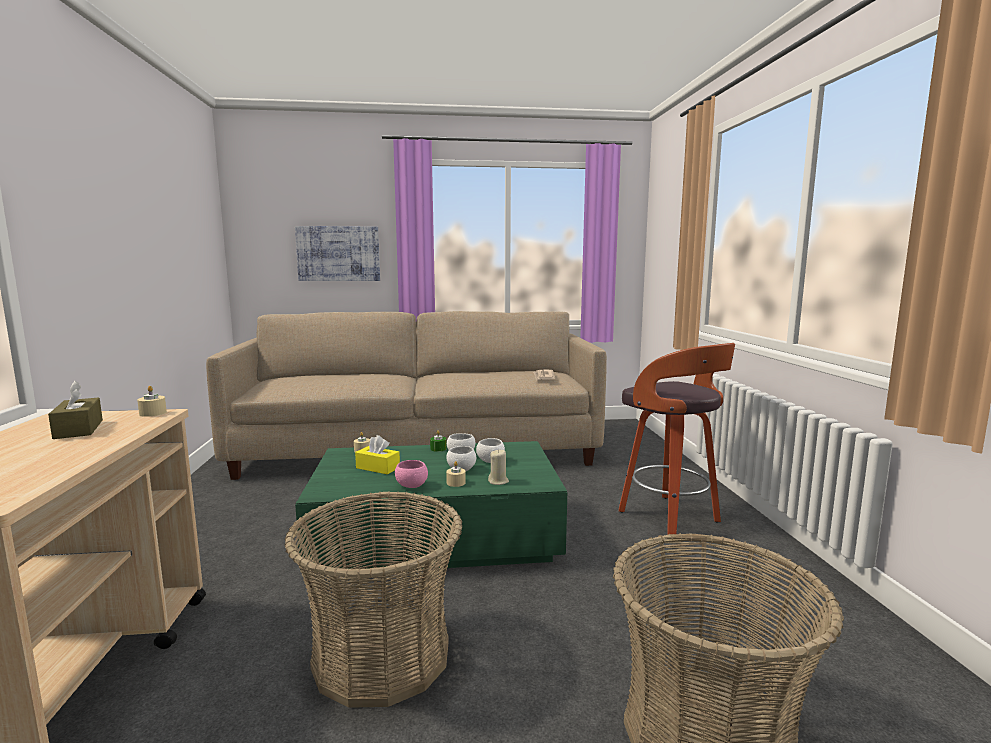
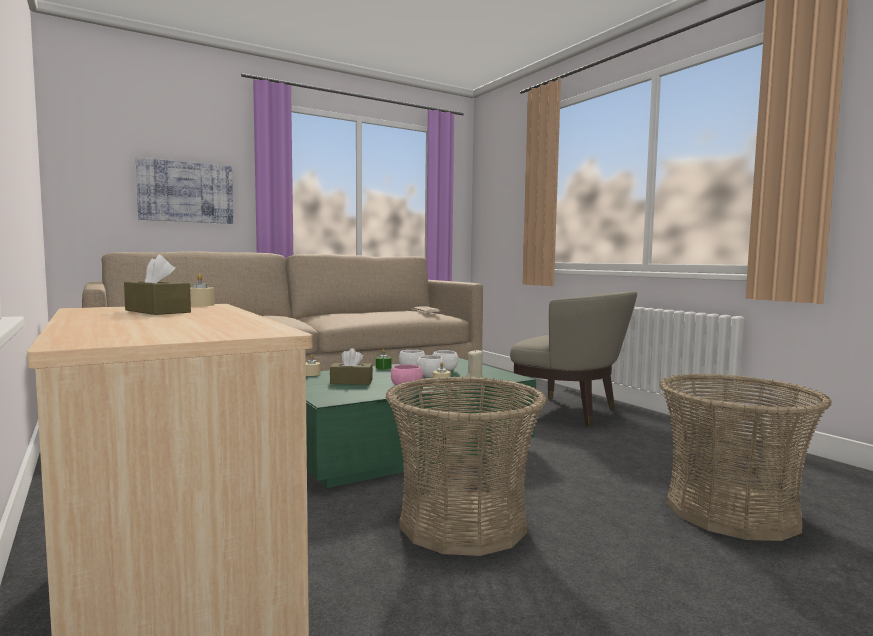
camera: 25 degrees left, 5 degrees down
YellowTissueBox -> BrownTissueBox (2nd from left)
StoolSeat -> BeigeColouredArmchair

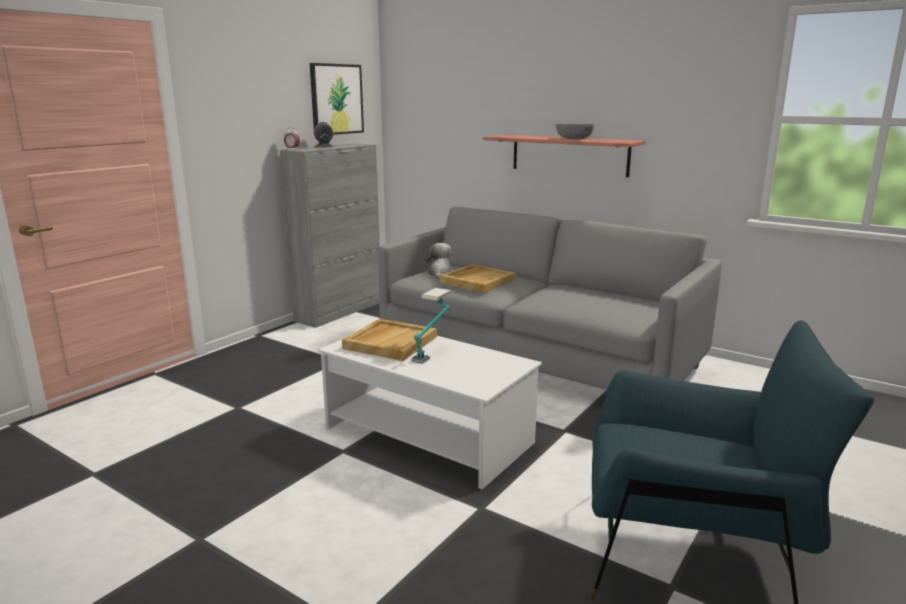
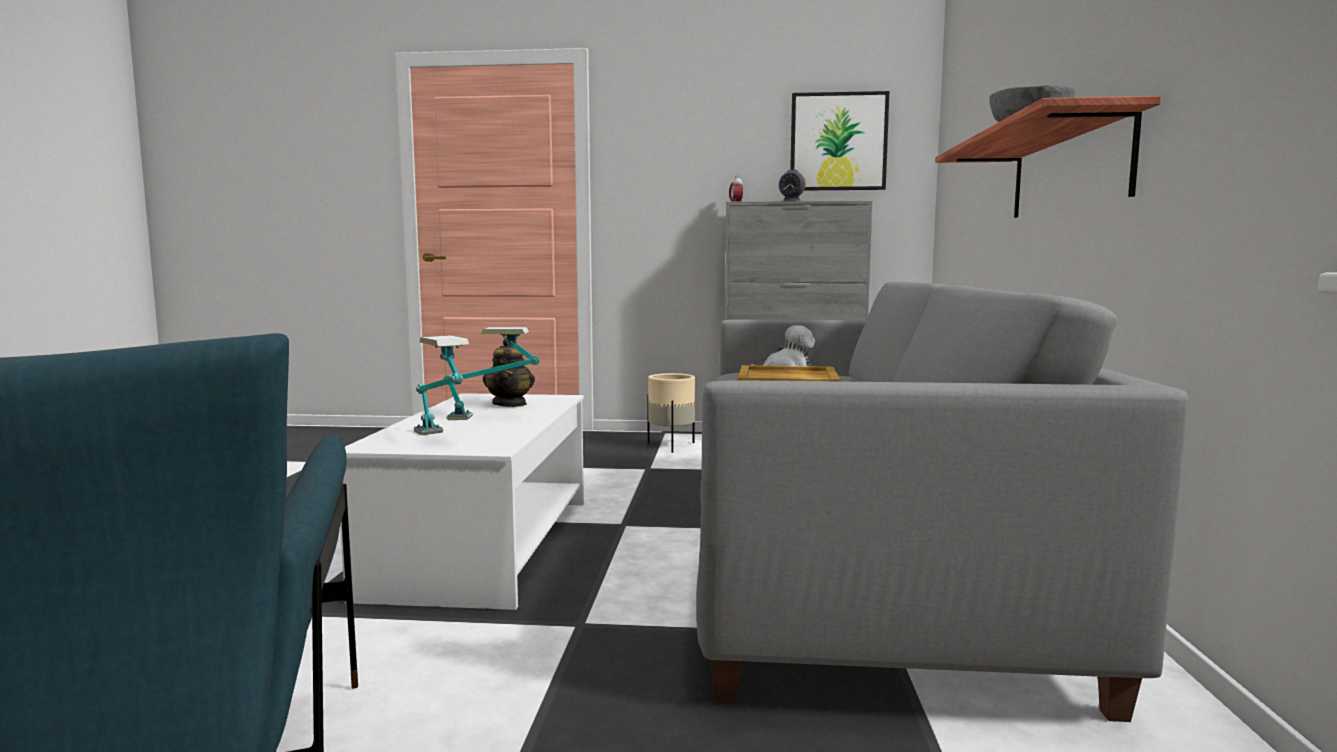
camera: 60 degrees right, 10 degrees down
none -> TableLamp (1st from left)
BeigeColouredTray (1st from left) -> Teapot
none -> BeigeColouredPlanter

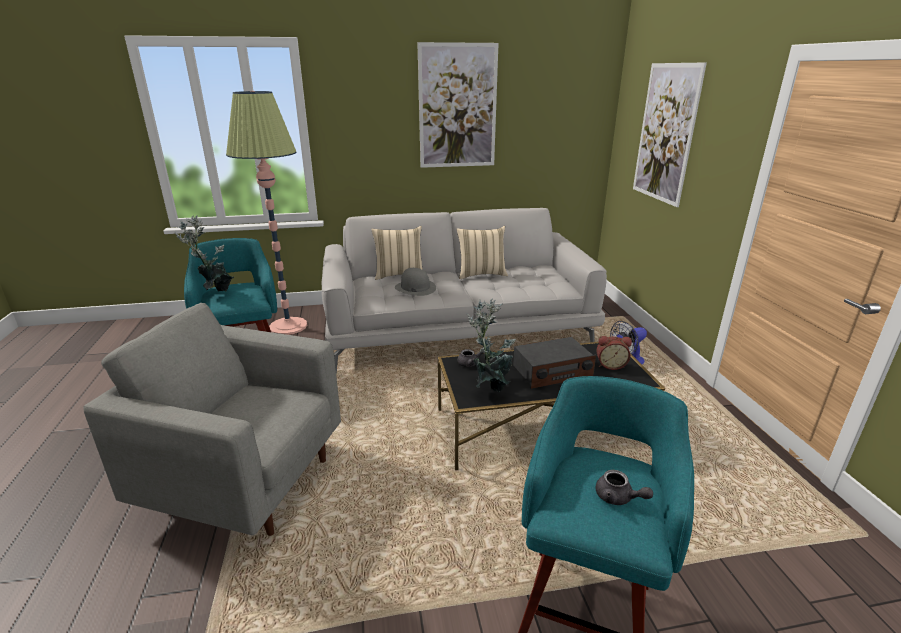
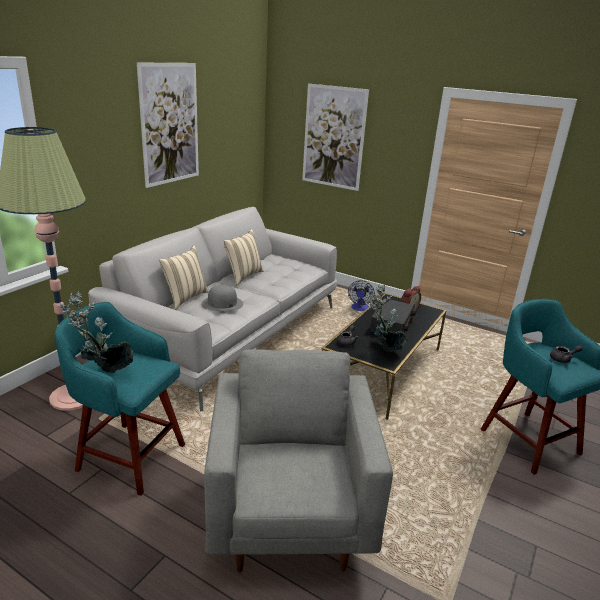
camera: 50 degrees left, 0 degrees up
GreyArmchair, 120 degrees clockwise

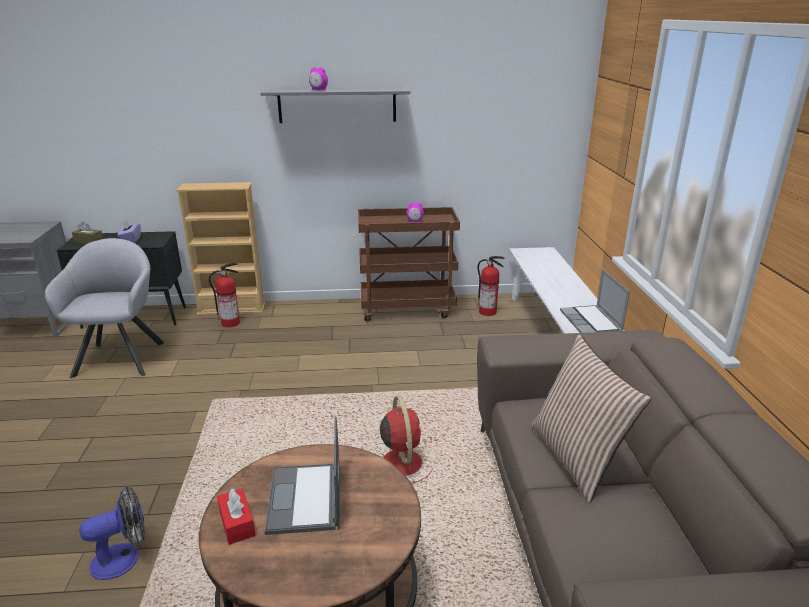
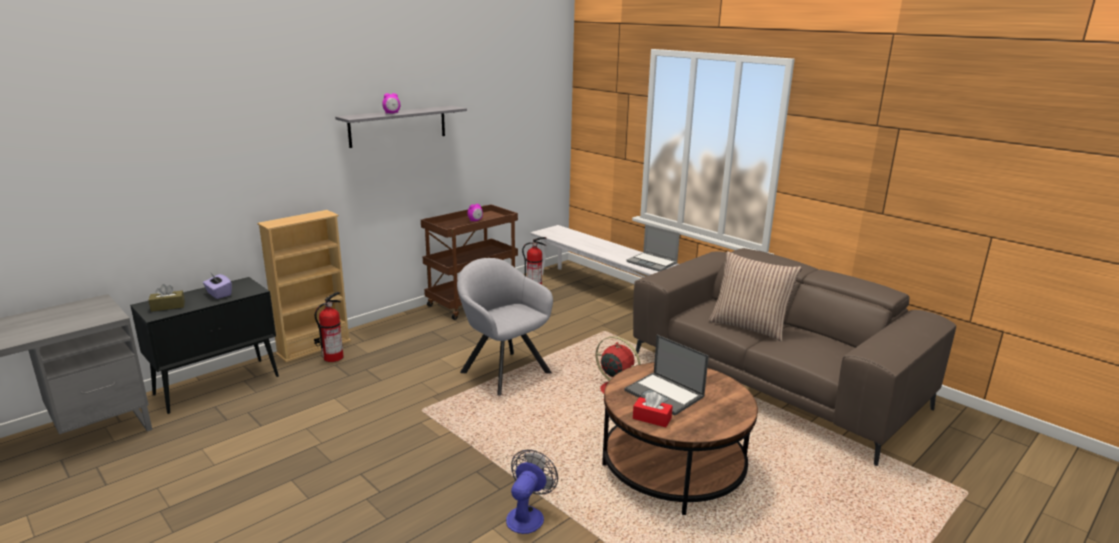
camera: 40 degrees left, 5 degrees down
GreyArmchair, move

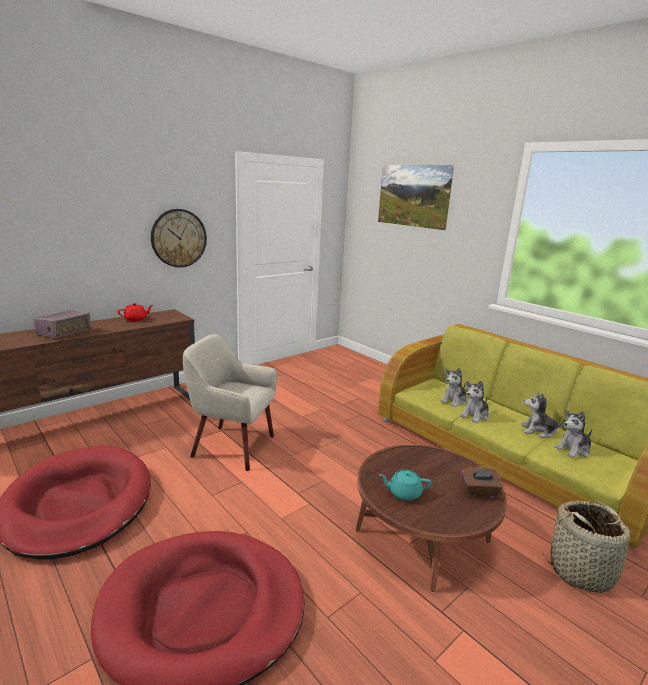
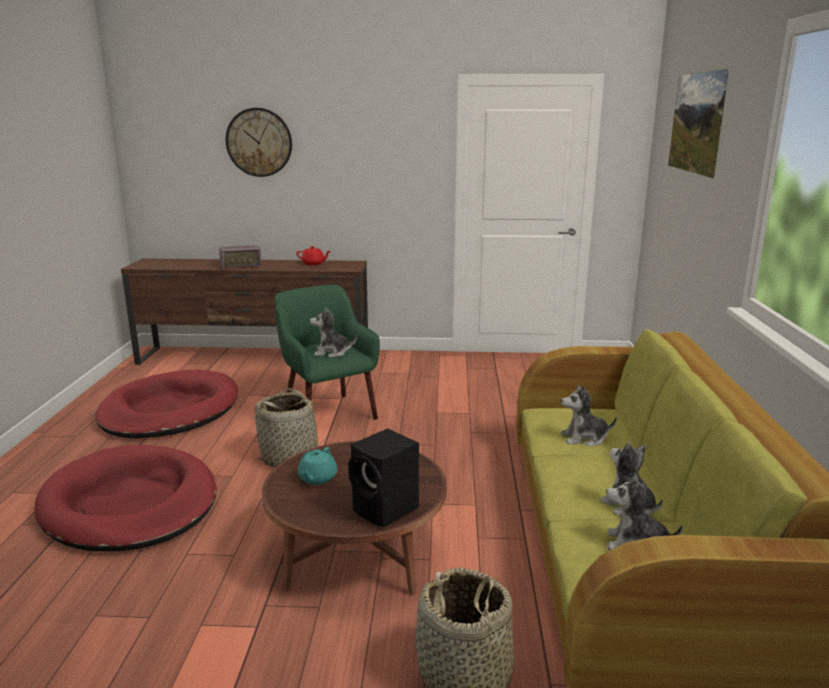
camera: 45 degrees right, 0 degrees up
WallClock, move
none -> StorageBasket (1st from left)
BeigeColouredArmchair -> GreenArmchair
TurquoiseColouredTeapot, 120 degrees counterclockwise
PlushToy (2nd from left in the first image) -> PlushToy (1st from left), move
BrownTissueBox -> BlackColouredLoudspeaker

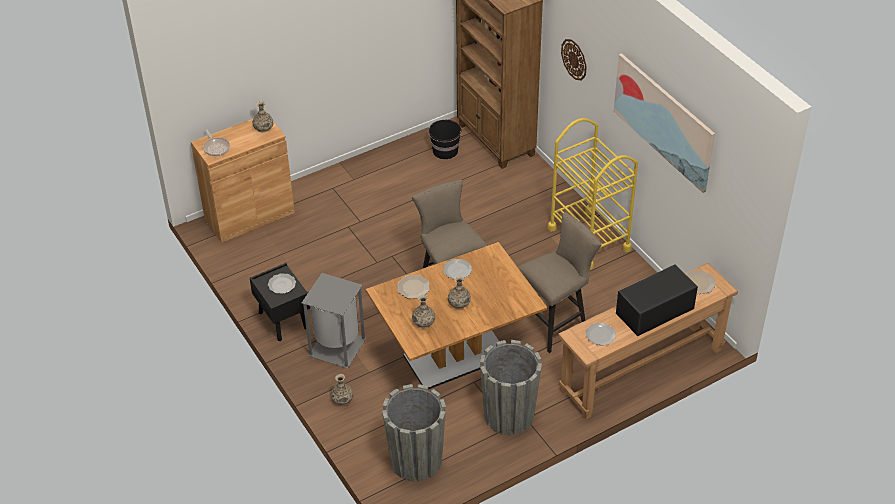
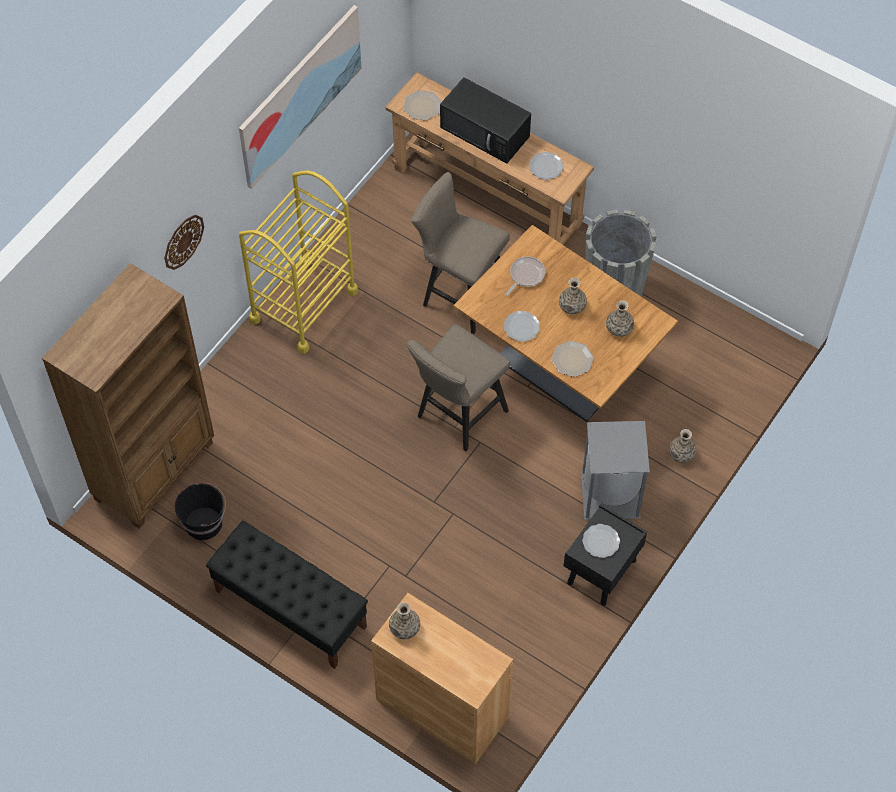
camera: 115 degrees left, 15 degrees up
none -> BlackColouredLongSeat
Pan, move
GreyPlanter (1st from left) -> none

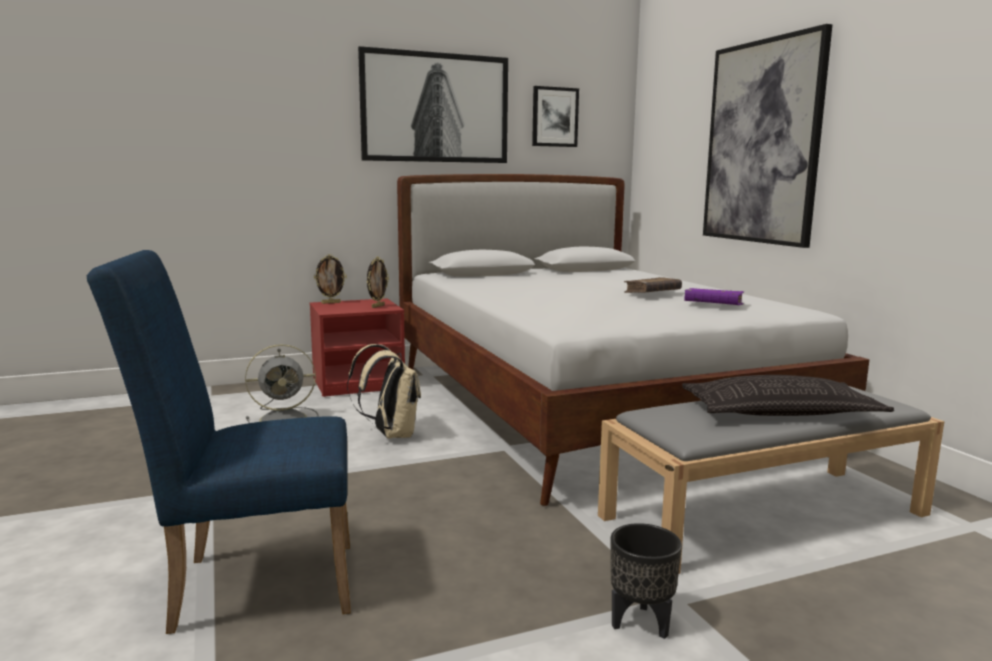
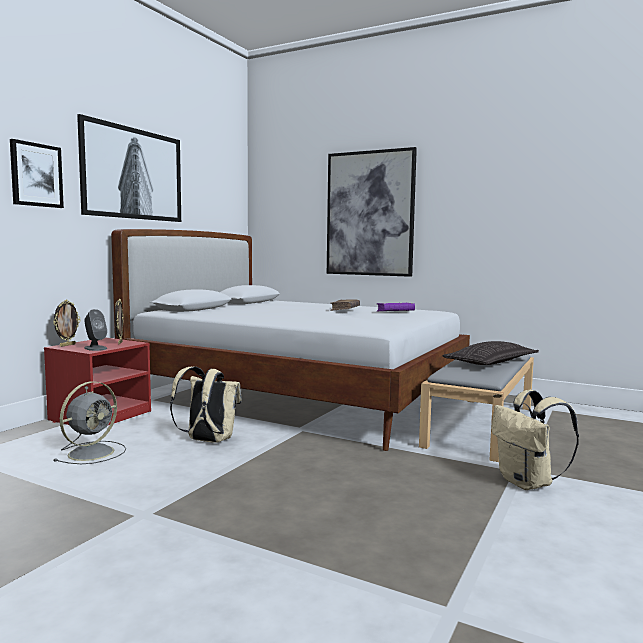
camera: 40 degrees left, 5 degrees down
WallPicture (2nd from left in the first image) -> WallPicture (1st from left), move
none -> GreyLoudspeaker
BlackColouredPlanter -> BeigeColouredBackpack (2nd from left)
BluishChair -> none

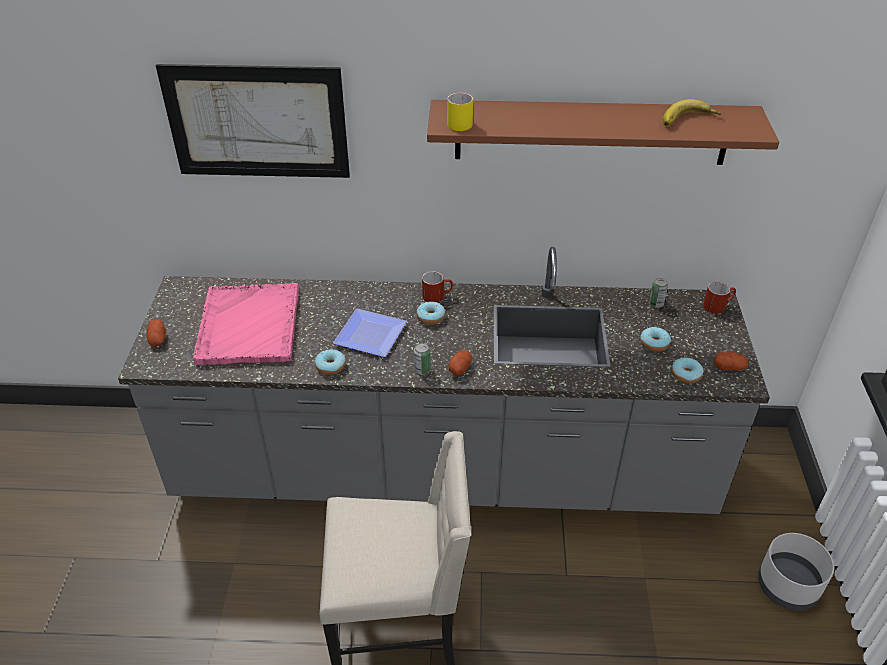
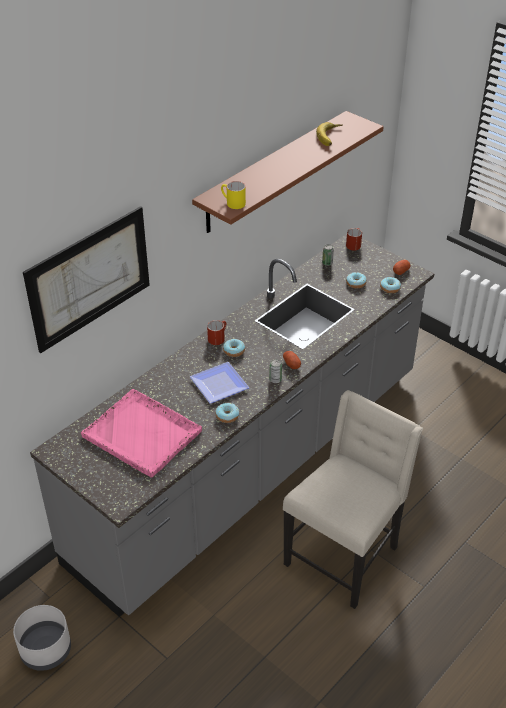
camera: 50 degrees left, 0 degrees up
GreyPlanter, move
WholePotato (1st from left) -> none

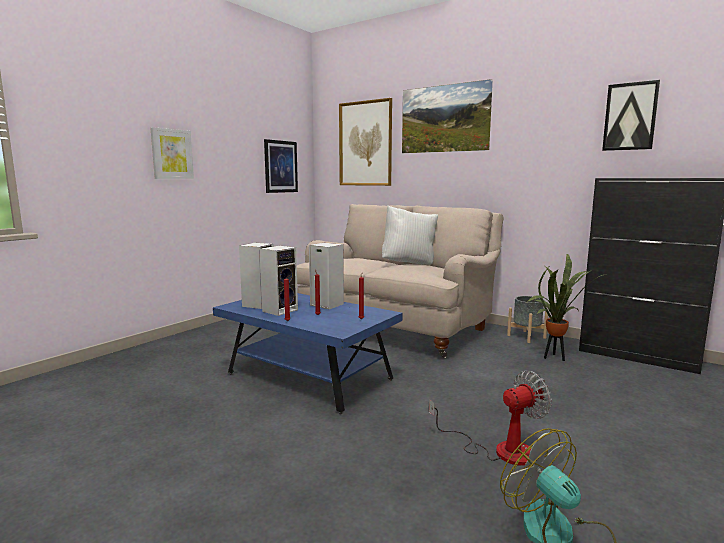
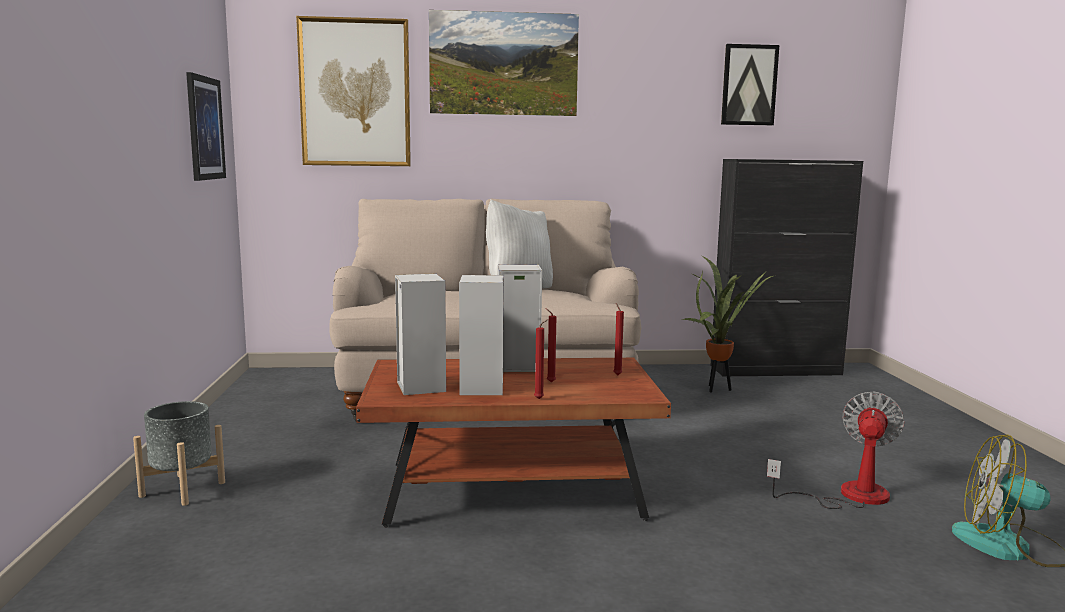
camera: 40 degrees left, 0 degrees up
GreyPlanter, move
BluishLoungeTable -> BrownLoungeTable
WallPicture (1st from left) -> none

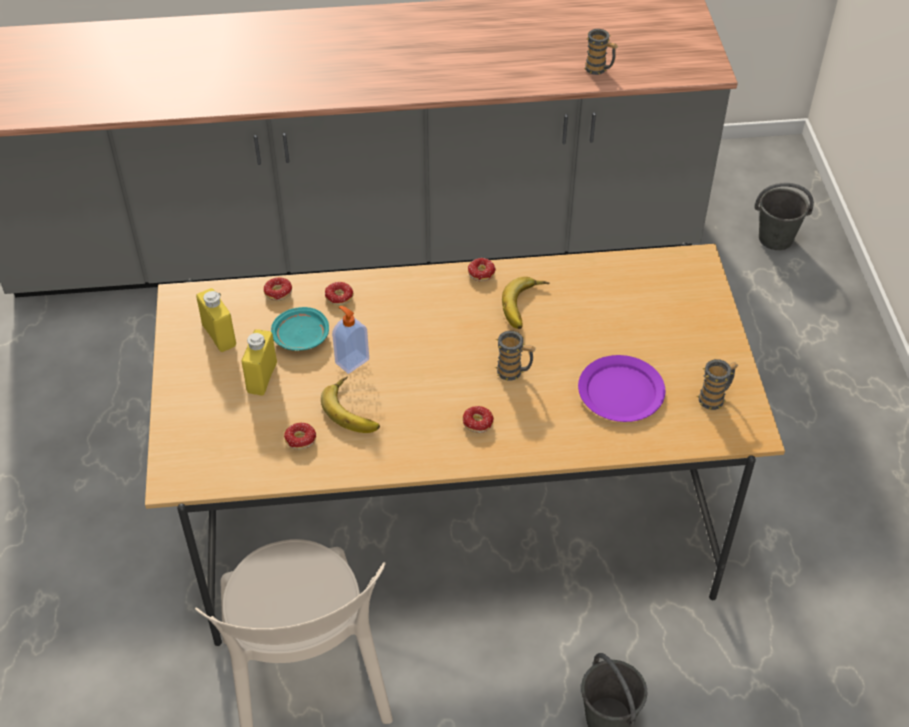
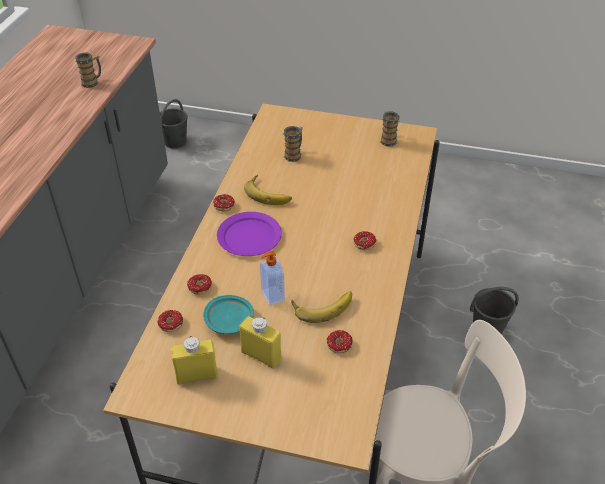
camera: 70 degrees left, 5 degrees down
PurplishDinnerPlate, move
TeaMug (1st from left in the first image) -> TeaMug (2nd from left), move

